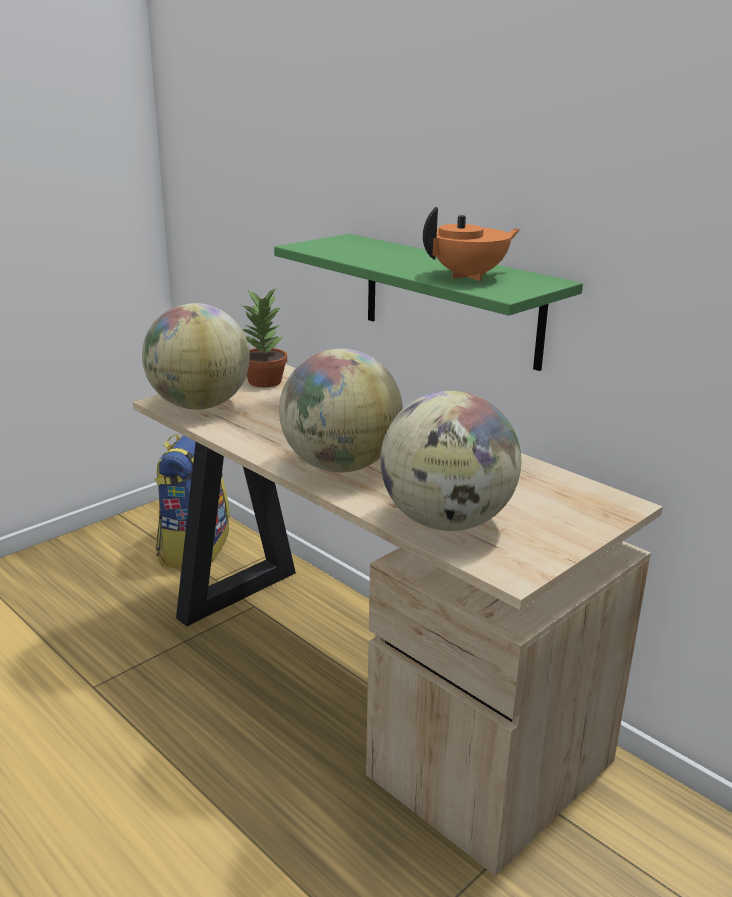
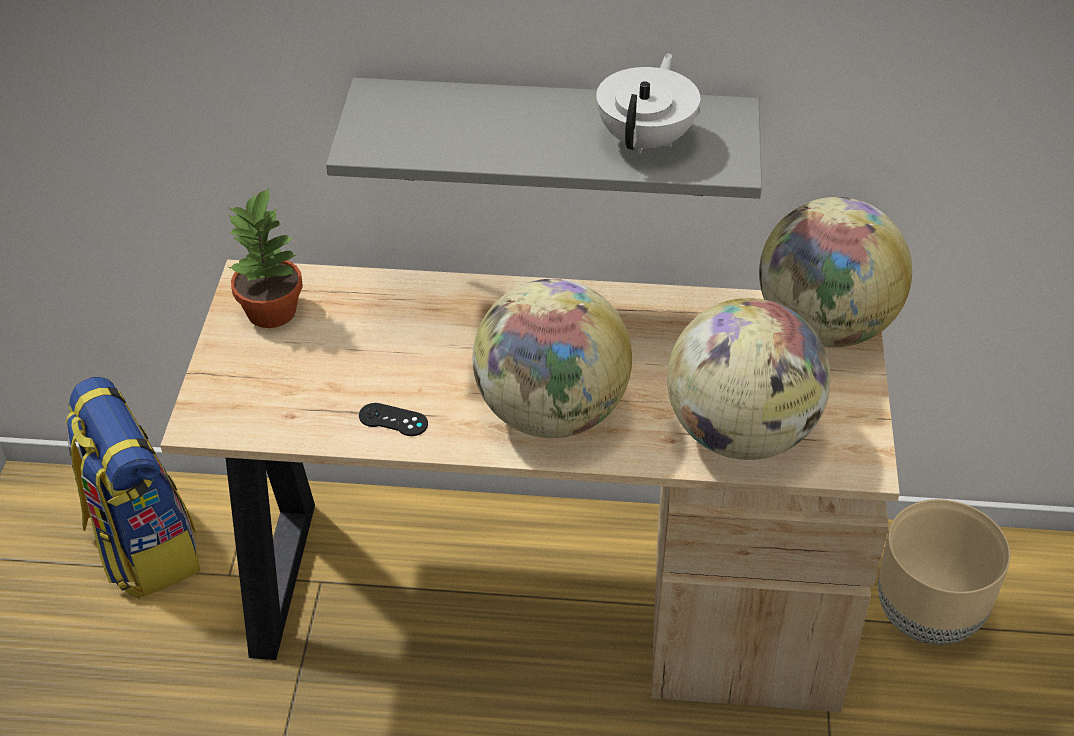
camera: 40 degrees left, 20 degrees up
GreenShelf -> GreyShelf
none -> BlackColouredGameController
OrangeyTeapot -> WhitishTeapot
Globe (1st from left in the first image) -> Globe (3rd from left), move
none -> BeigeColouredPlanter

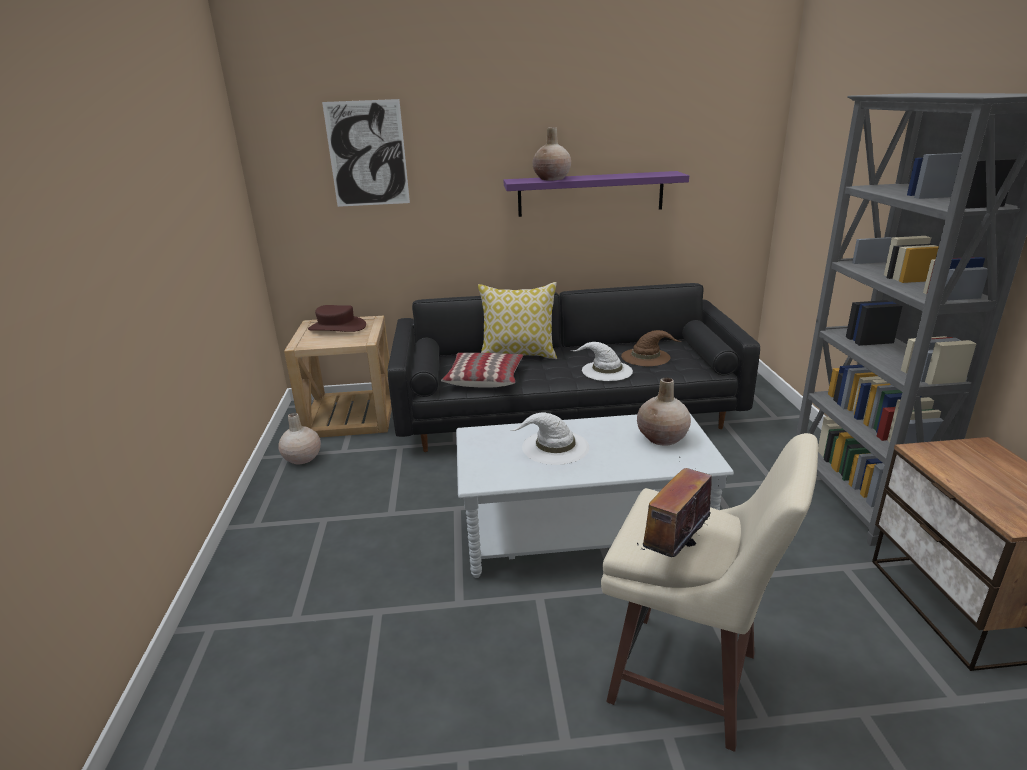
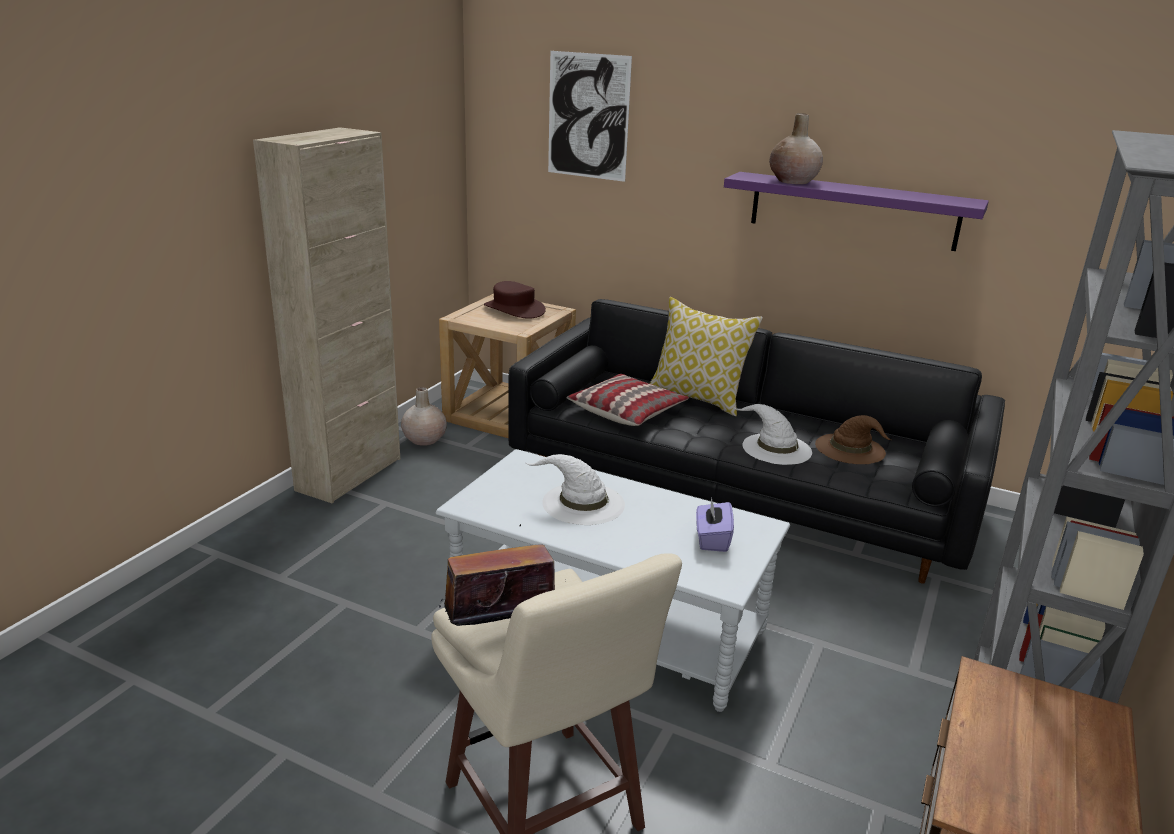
camera: 30 degrees right, 0 degrees up
none -> BeigeColouredCabinet
BeigeColouredFlowerVase (3rd from left) -> PurplishTissueBox

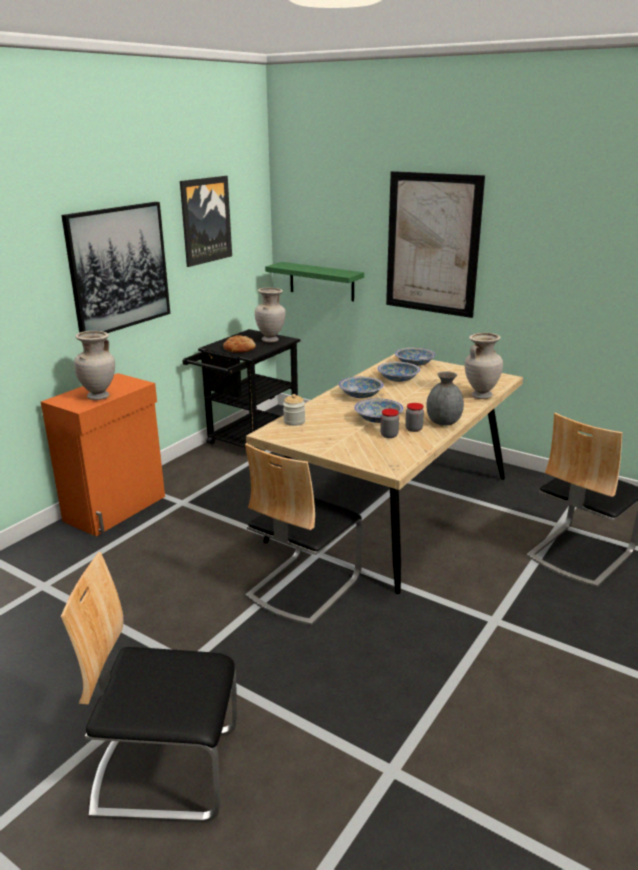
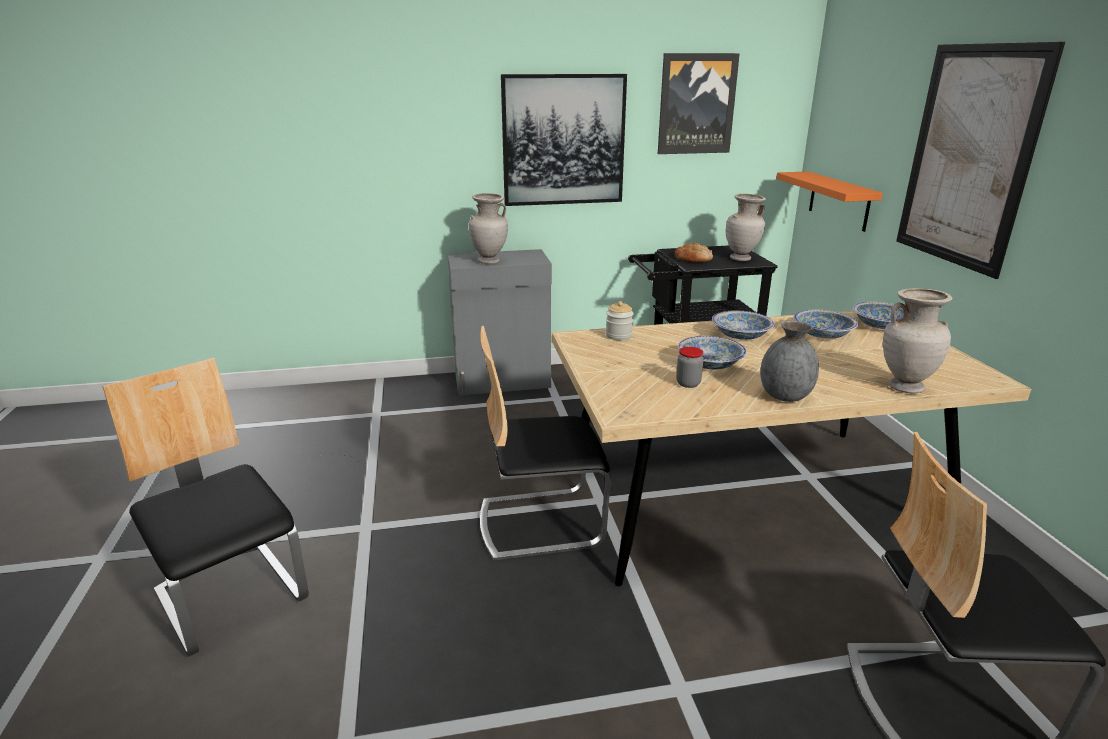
camera: 45 degrees right, 0 degrees up
OrangeyCabinet -> GreyCabinet
GreenShelf -> OrangeyShelf
StorageJar (3rd from left) -> none

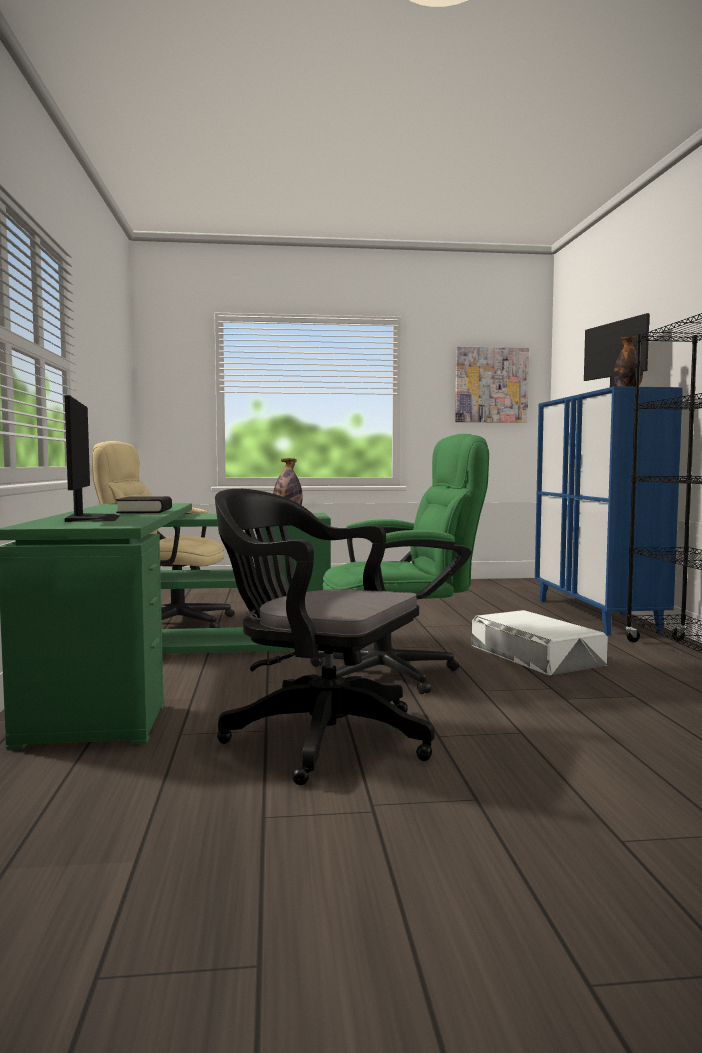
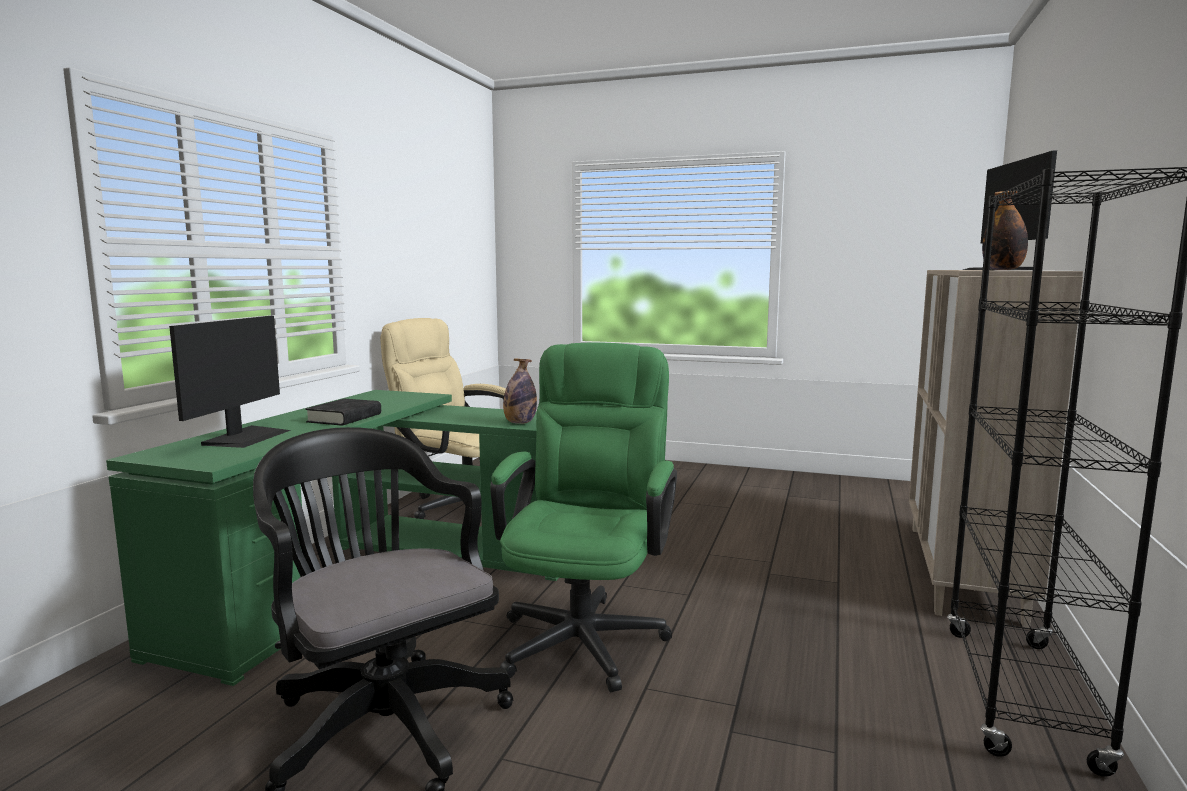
camera: 25 degrees right, 5 degrees up
GreenDeskChair, 90 degrees counterclockwise
BluishCabinet -> BeigeColouredCabinet
WallPicture -> none
WhitishStorageBox -> none

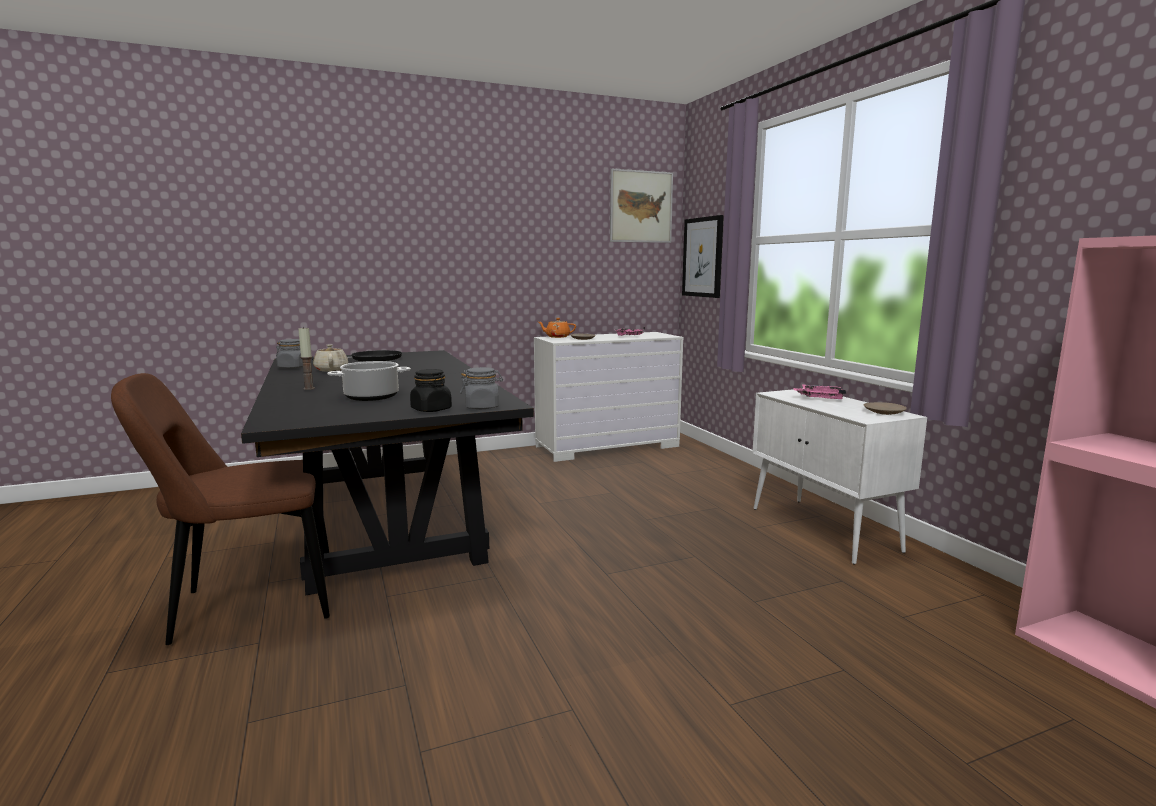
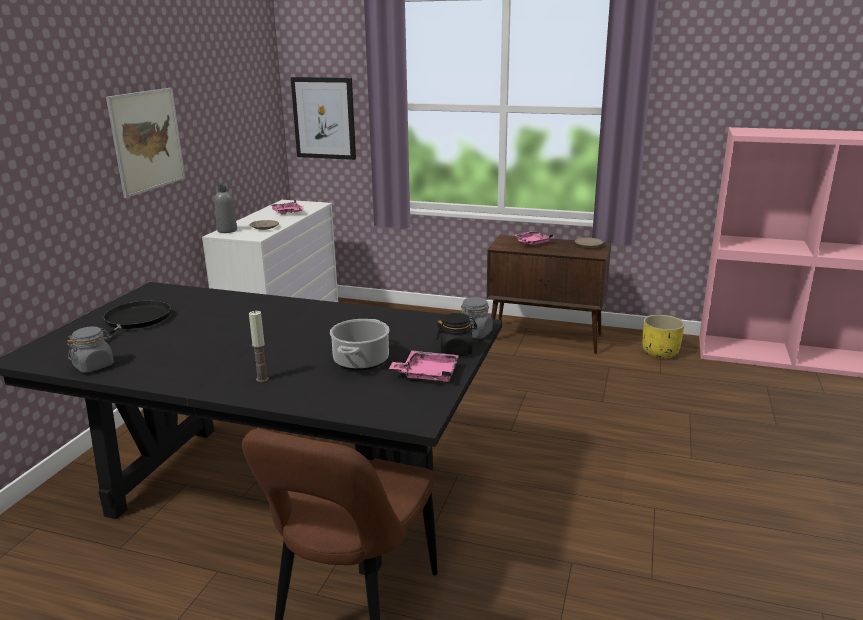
camera: 50 degrees left, 10 degrees up
WallPicture (1st from left), move
OrangeyTeapot -> GreyDrinkBottle
none -> PinkColouredTray (2nd from left)
WhitishCabinet -> BrownCabinet
none -> YellowPlanter
BeigeColouredTeapot -> none

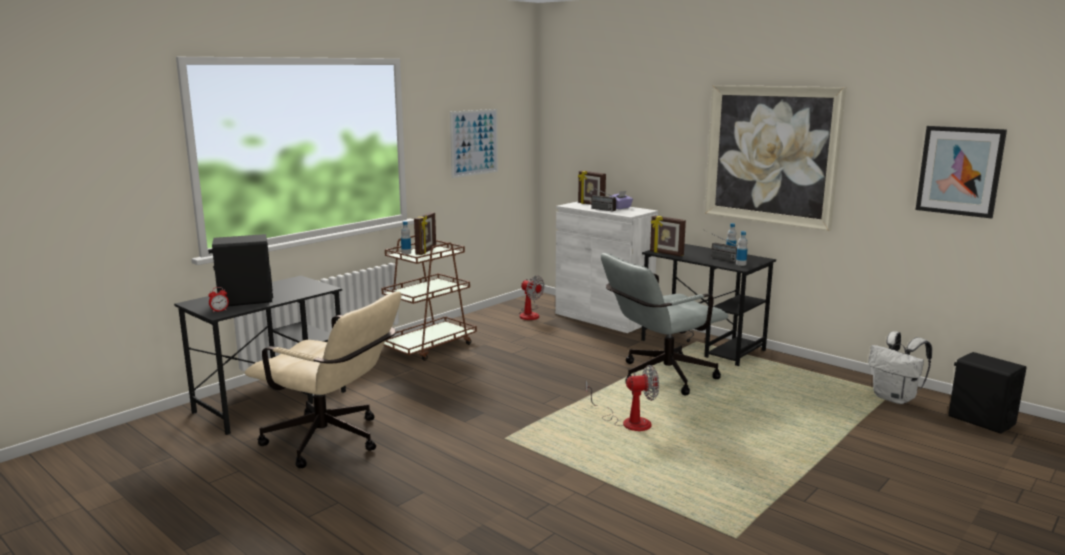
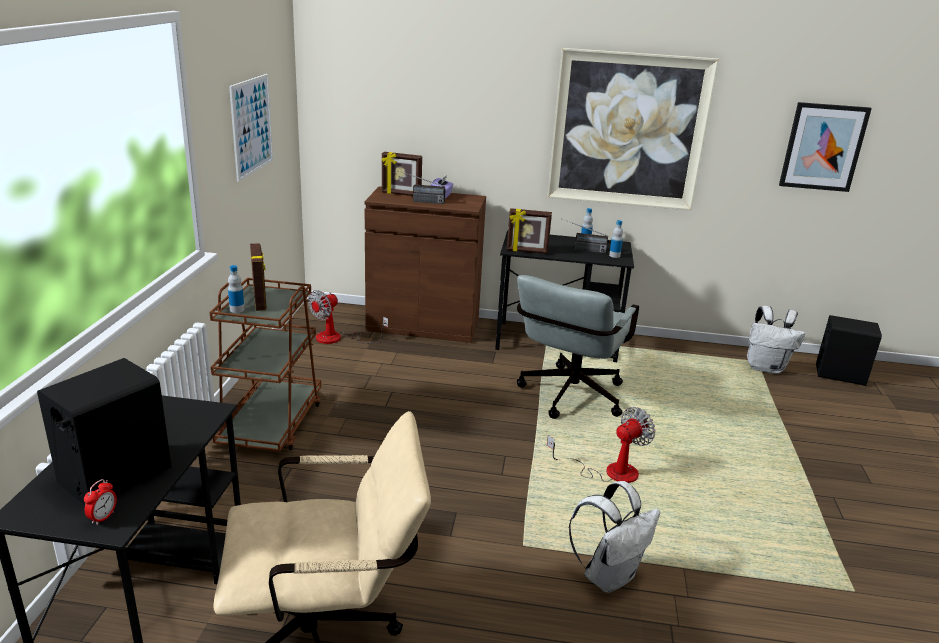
camera: 35 degrees left, 10 degrees up
ElectricFan (1st from left), 120 degrees clockwise
WhitishCabinet -> BrownCabinet
none -> WhitishBackpack (1st from left)

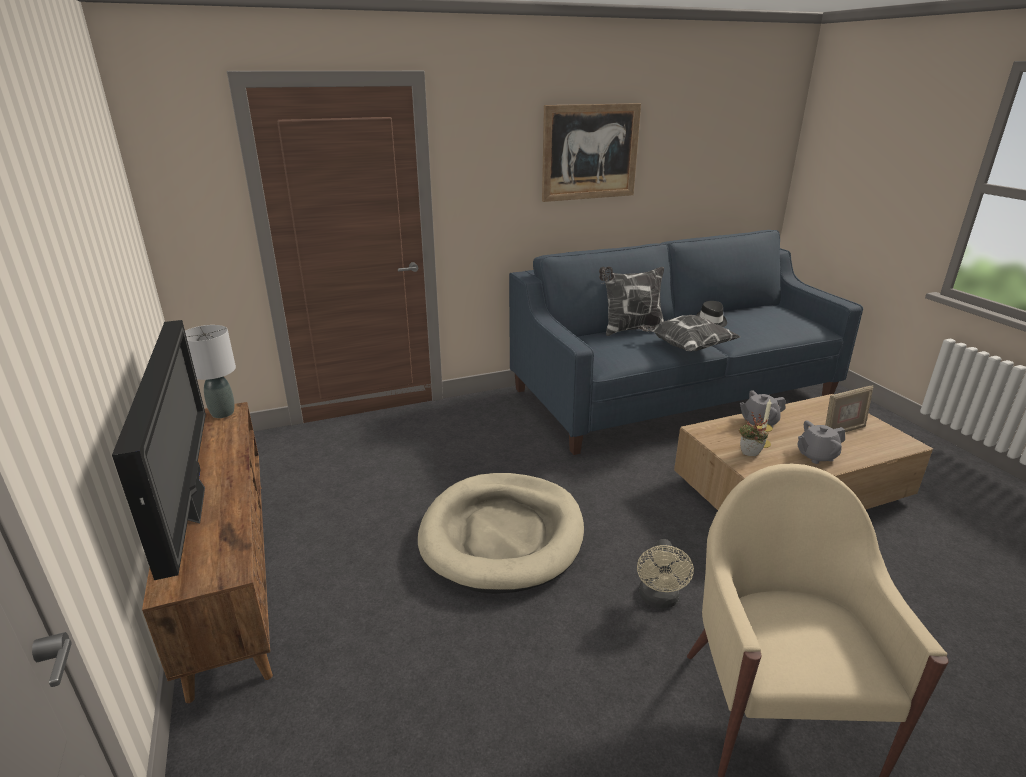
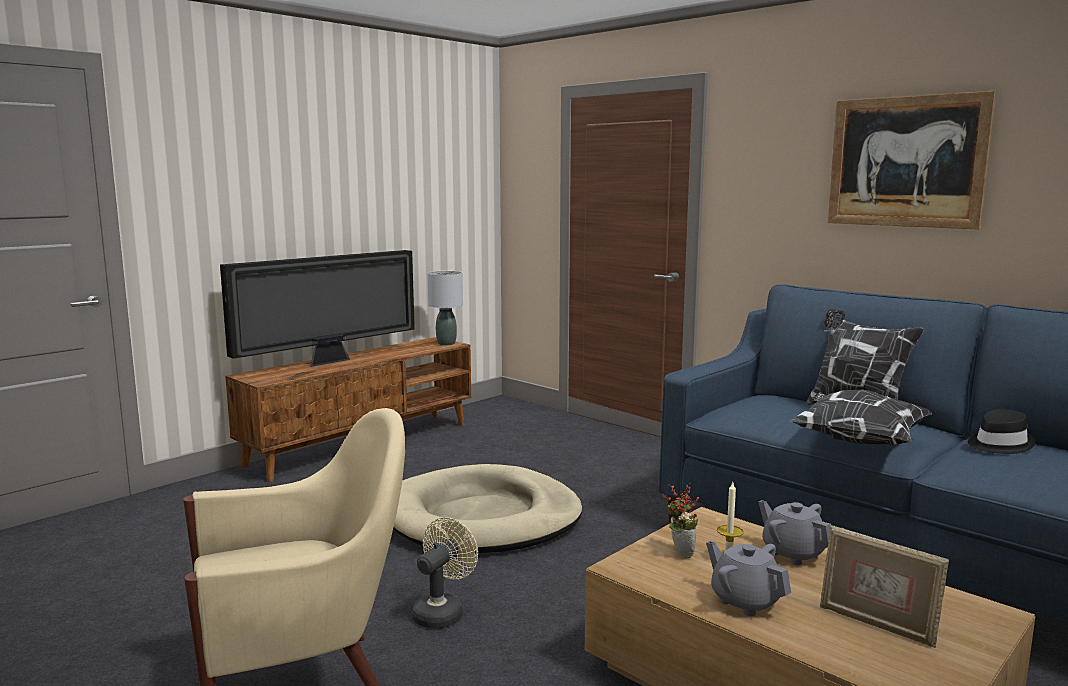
camera: 65 degrees right, 15 degrees down
BeigeColouredElectricFan, 135 degrees clockwise

